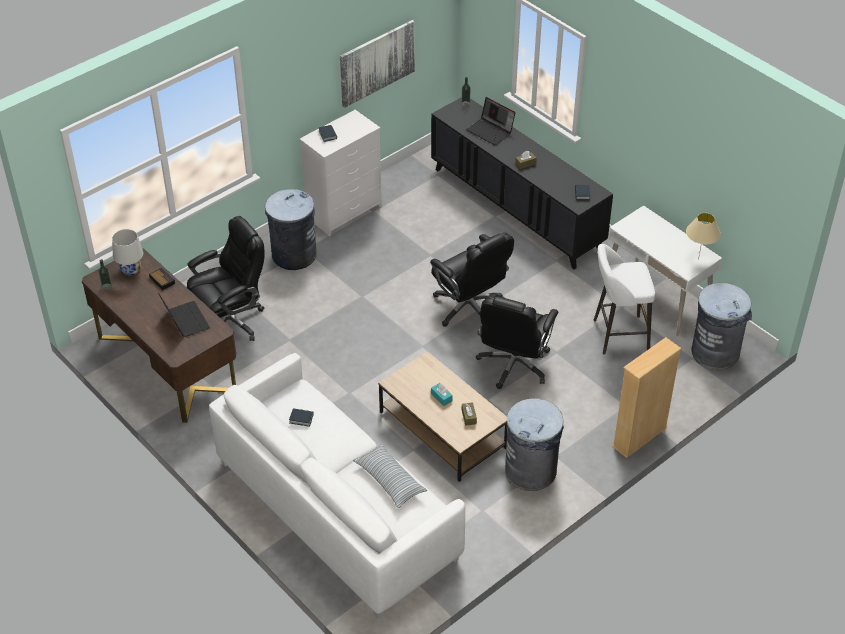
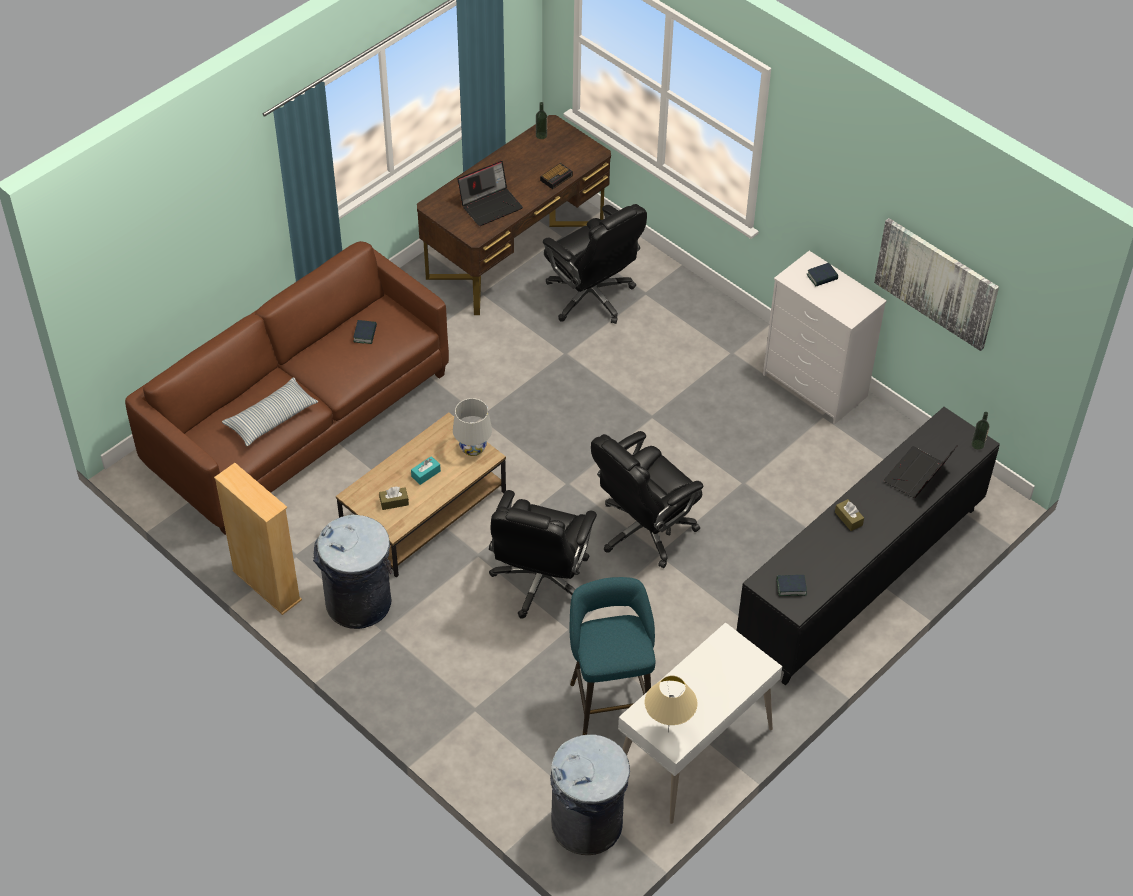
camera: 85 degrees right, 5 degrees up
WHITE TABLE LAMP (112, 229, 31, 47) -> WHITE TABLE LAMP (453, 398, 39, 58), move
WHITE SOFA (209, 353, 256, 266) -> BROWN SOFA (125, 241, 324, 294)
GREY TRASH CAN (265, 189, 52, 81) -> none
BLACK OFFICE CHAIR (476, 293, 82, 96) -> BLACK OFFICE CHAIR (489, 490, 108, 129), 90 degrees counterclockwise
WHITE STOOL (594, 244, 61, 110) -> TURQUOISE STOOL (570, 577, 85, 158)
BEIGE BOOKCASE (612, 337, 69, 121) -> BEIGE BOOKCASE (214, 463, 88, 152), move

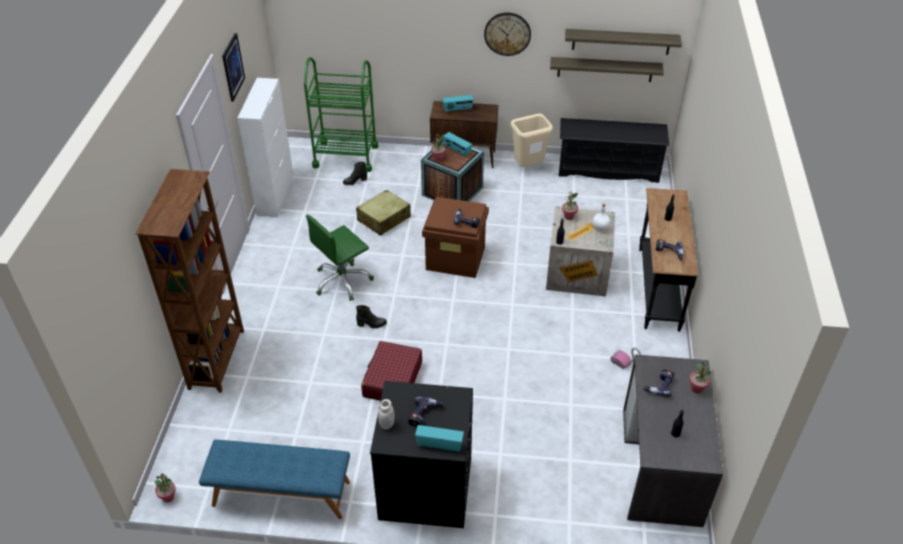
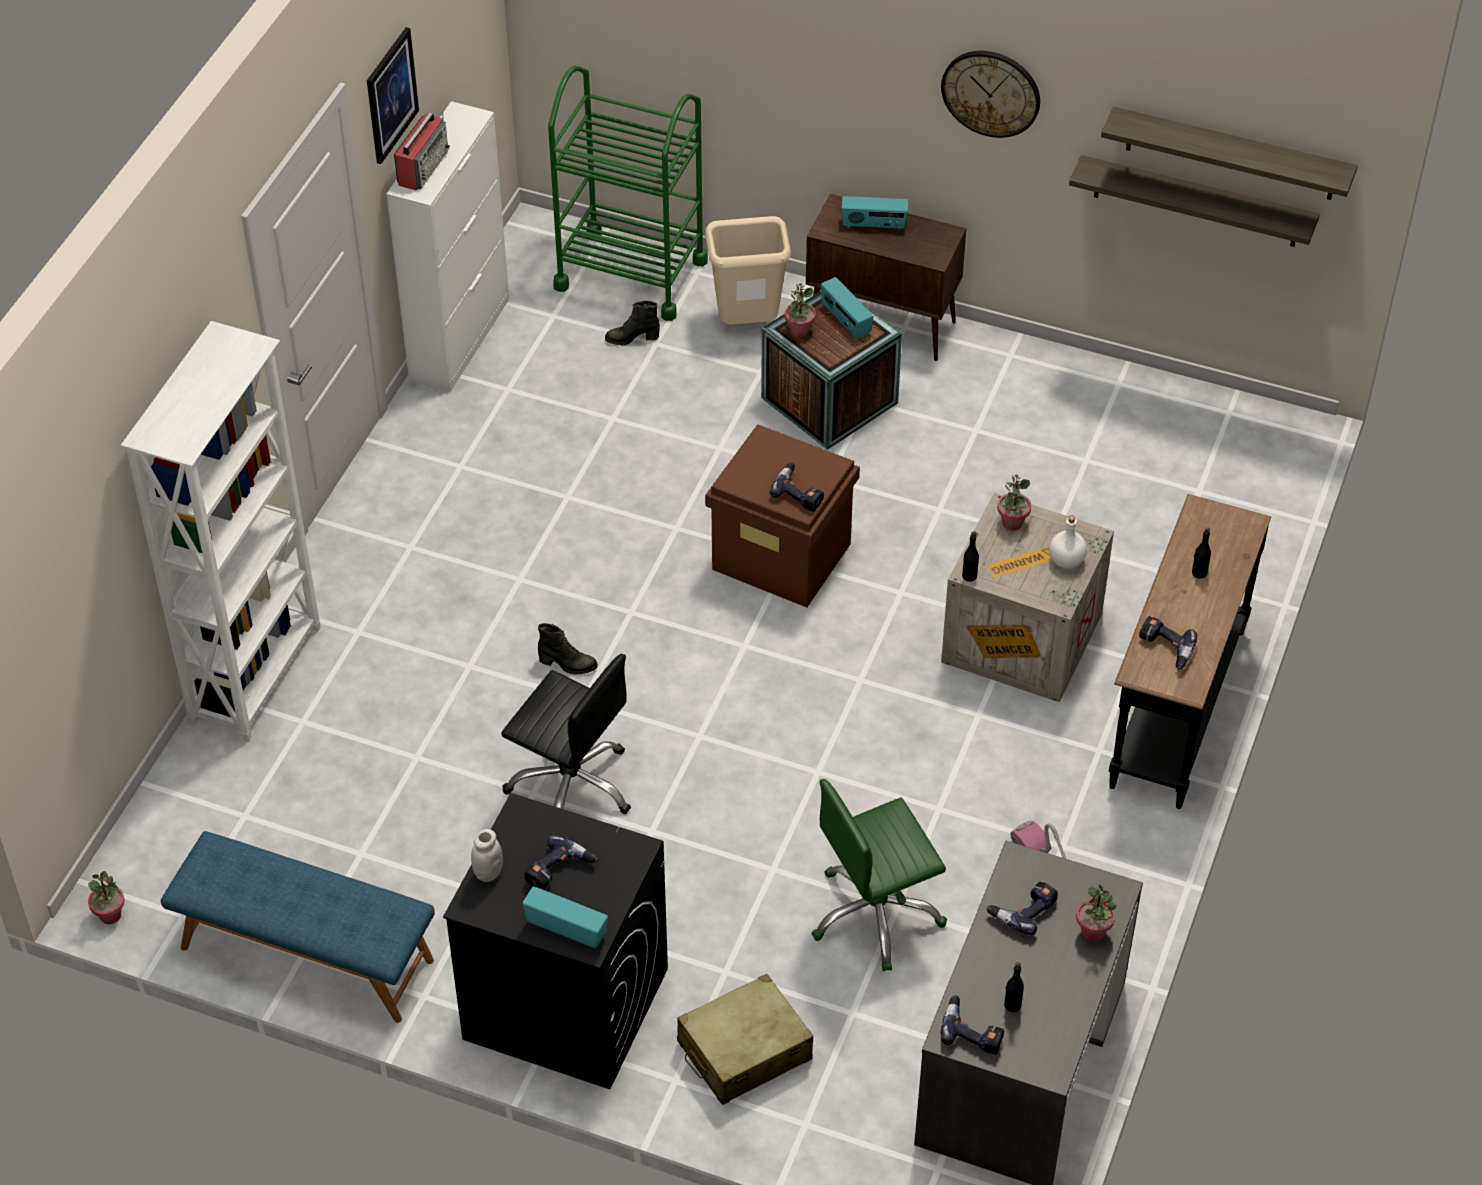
camera: 15 degrees right, 5 degrees up
BROWN BOOKCASE (135, 169, 109, 224) -> WHITE BOOKCASE (121, 321, 200, 421)
GREEN OFFICE CHAIR (306, 215, 68, 86) -> GREEN OFFICE CHAIR (811, 779, 136, 192), move
BEIGE SUITCASE (356, 190, 55, 45) -> BEIGE SUITCASE (677, 974, 136, 131), move
RED SUITCASE (361, 341, 61, 60) -> BLACK OFFICE CHAIR (501, 654, 130, 160)
BEIGE TRASH CAN (511, 114, 42, 53) -> BEIGE TRASH CAN (705, 216, 86, 109), move
BLACK SHOE RACK (559, 118, 111, 65) -> none
none -> RADIO (394, 112, 56, 79)
none -> POWER DRILL (941, 995, 63, 60)

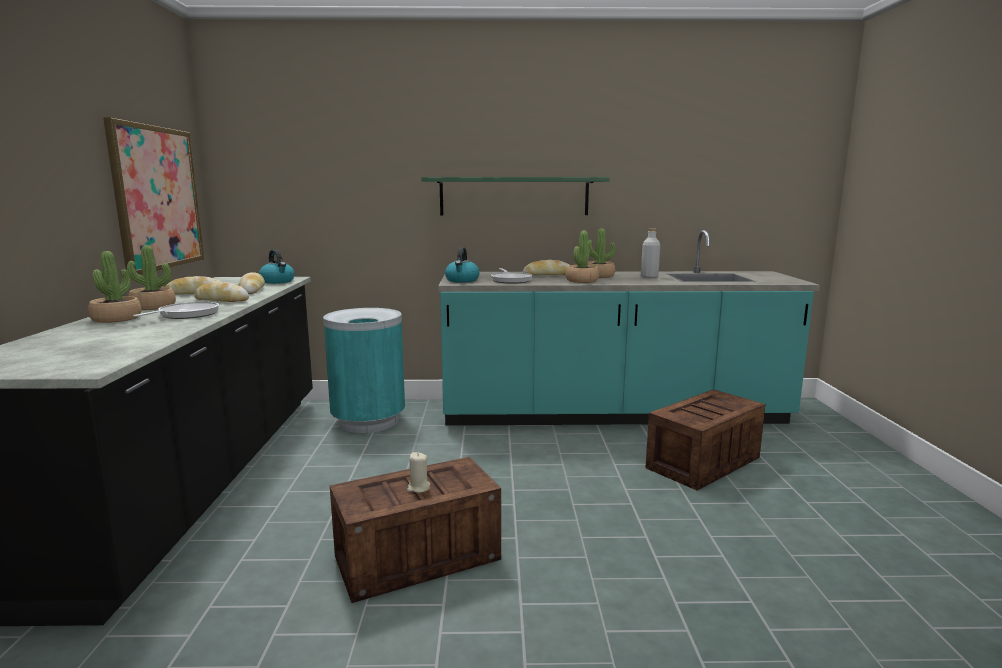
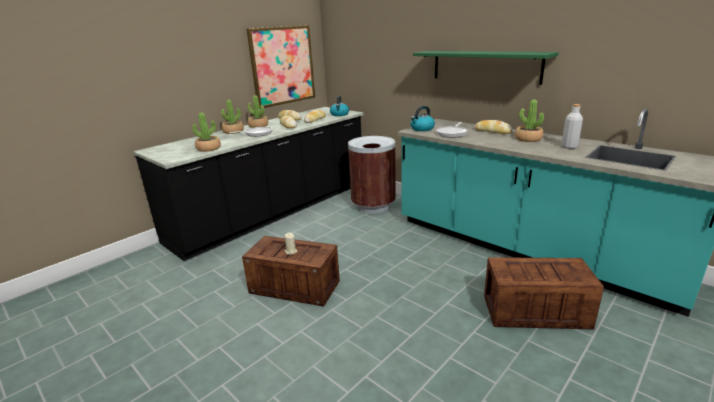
camera: 45 degrees right, 10 degrees up
TURQUOISE TRASH CAN (323, 308, 82, 125) -> BROWN TRASH CAN (348, 136, 48, 78)
POTTED PLANT (566, 231, 33, 52) -> POTTED PLANT (192, 113, 29, 39), move

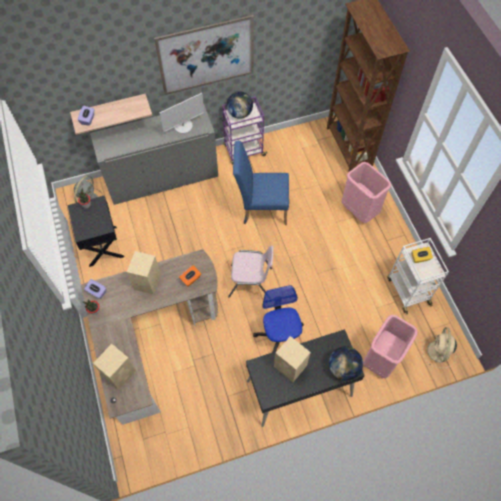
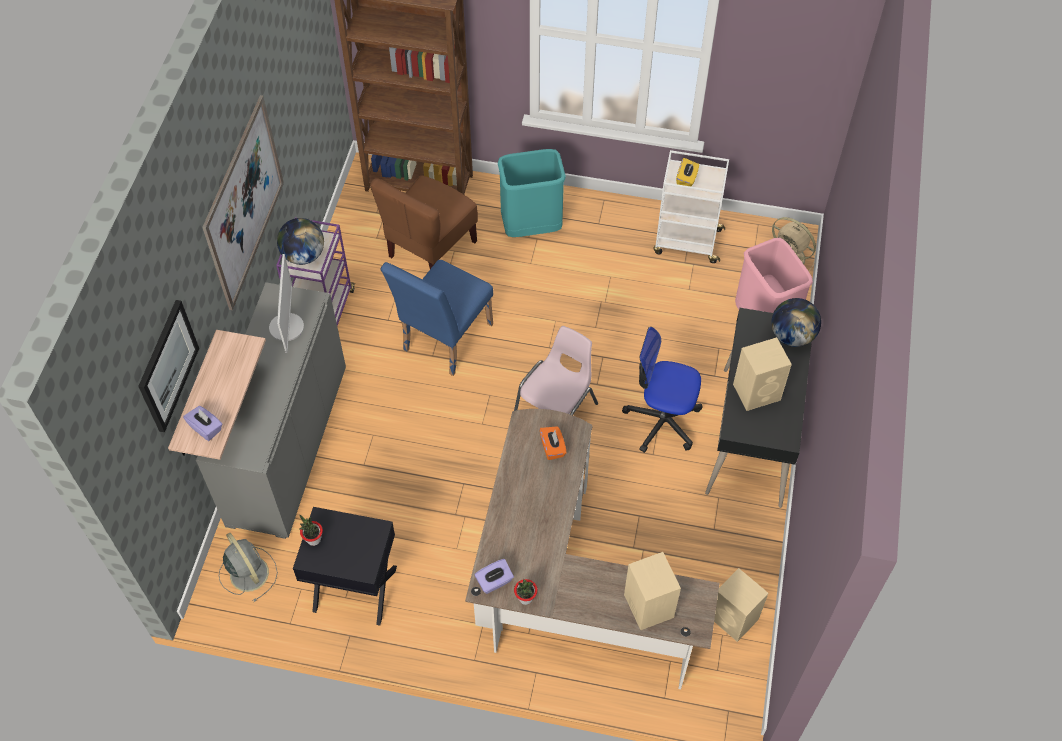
camera: 60 degrees left, 5 degrees down
BEIGE SPEAKER (127, 251, 34, 44) -> BEIGE SPEAKER (714, 568, 54, 74), move
PINK TRASH CAN (341, 162, 50, 61) -> TURQUOISE TRASH CAN (498, 149, 68, 88)
none -> PICTURE (138, 300, 61, 132)
none -> BROWN CHAIR (370, 175, 108, 94)

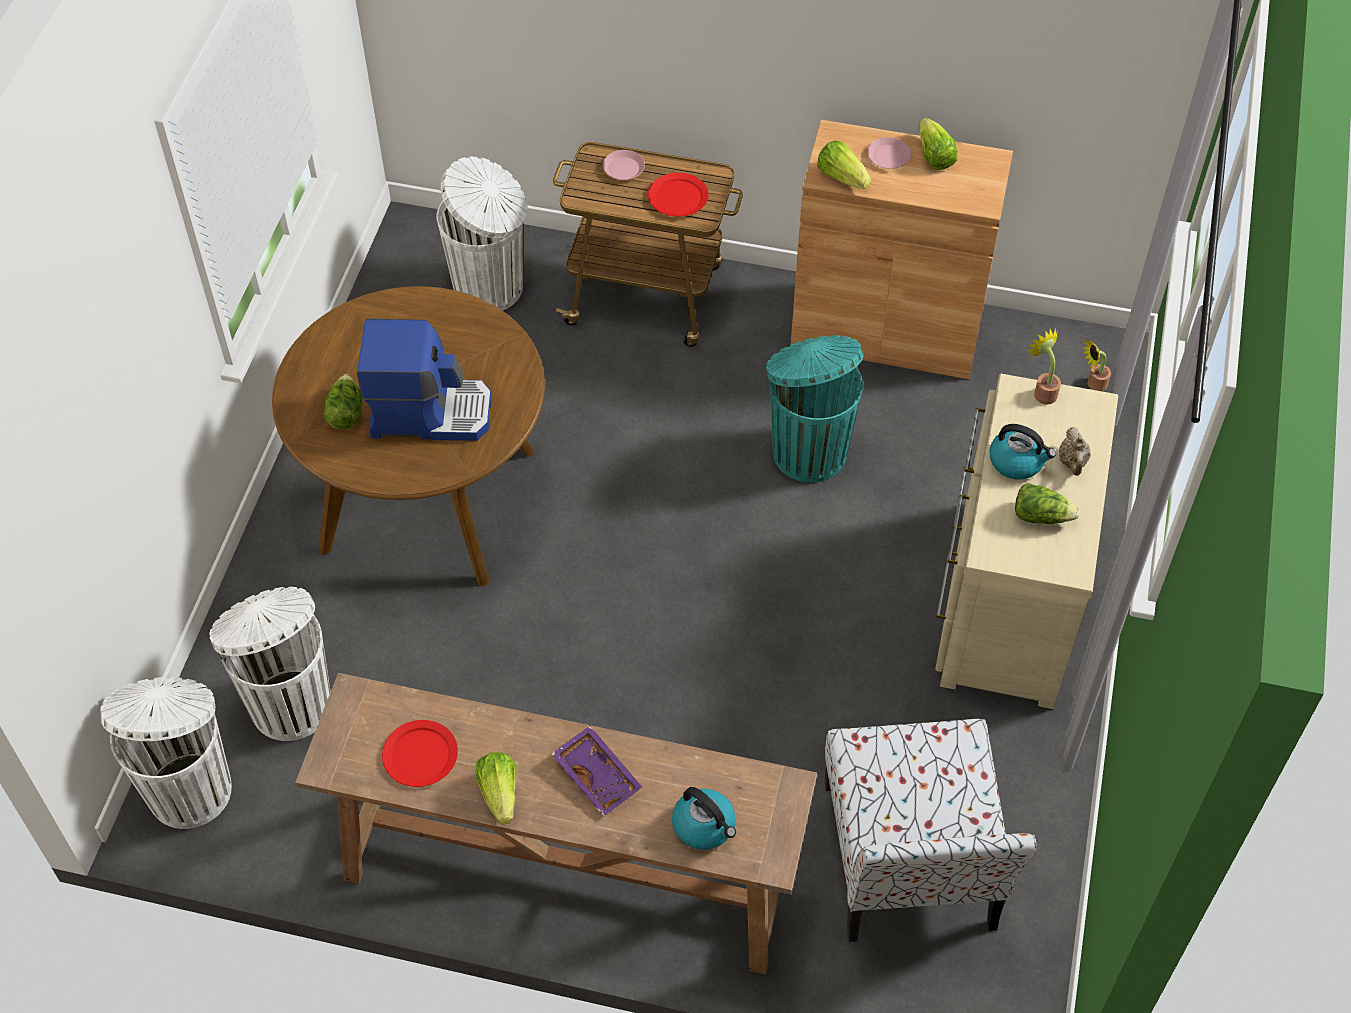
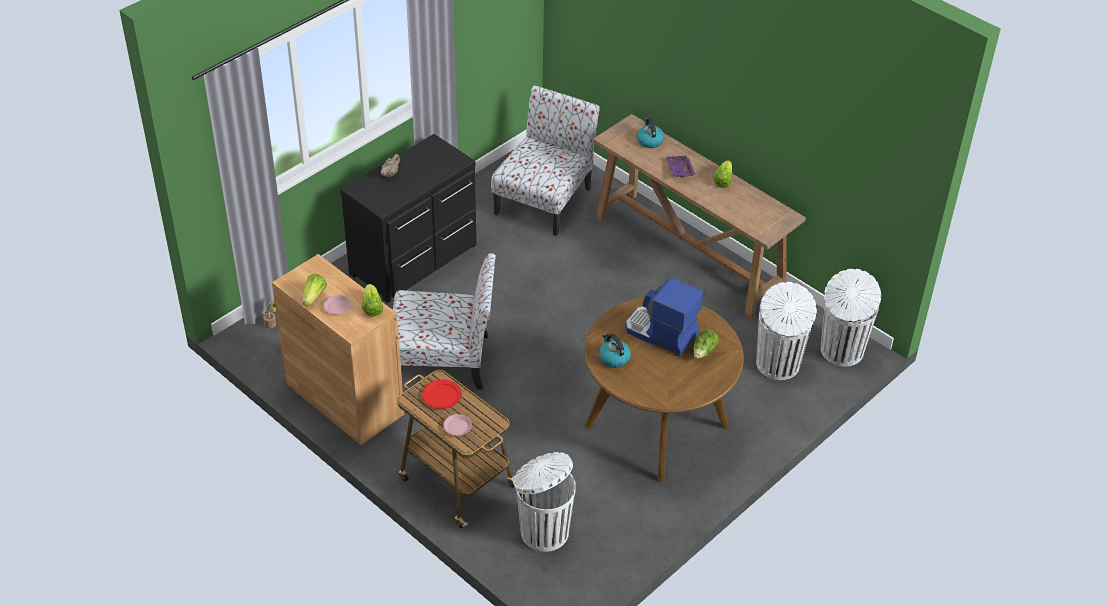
camera: 150 degrees left, 10 degrees down
RED PLATE (382, 720, 76, 67) -> none
TURQUOISE TRASH CAN (766, 335, 97, 148) -> CHAIR (393, 253, 103, 137)
BEIGE DRESSER (935, 374, 183, 335) -> BLACK DRESSER (340, 134, 137, 169)
KETTLE (990, 424, 66, 56) -> KETTLE (599, 333, 32, 35), move
LETTUCE (1015, 483, 65, 41) -> none
POTTED PLANT (1027, 327, 34, 77) -> none

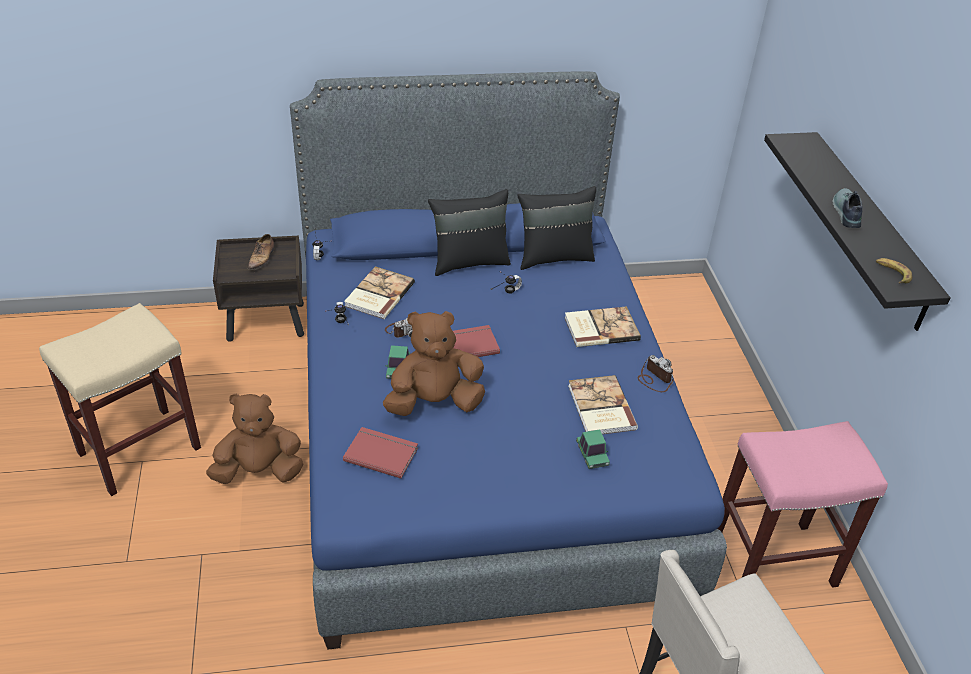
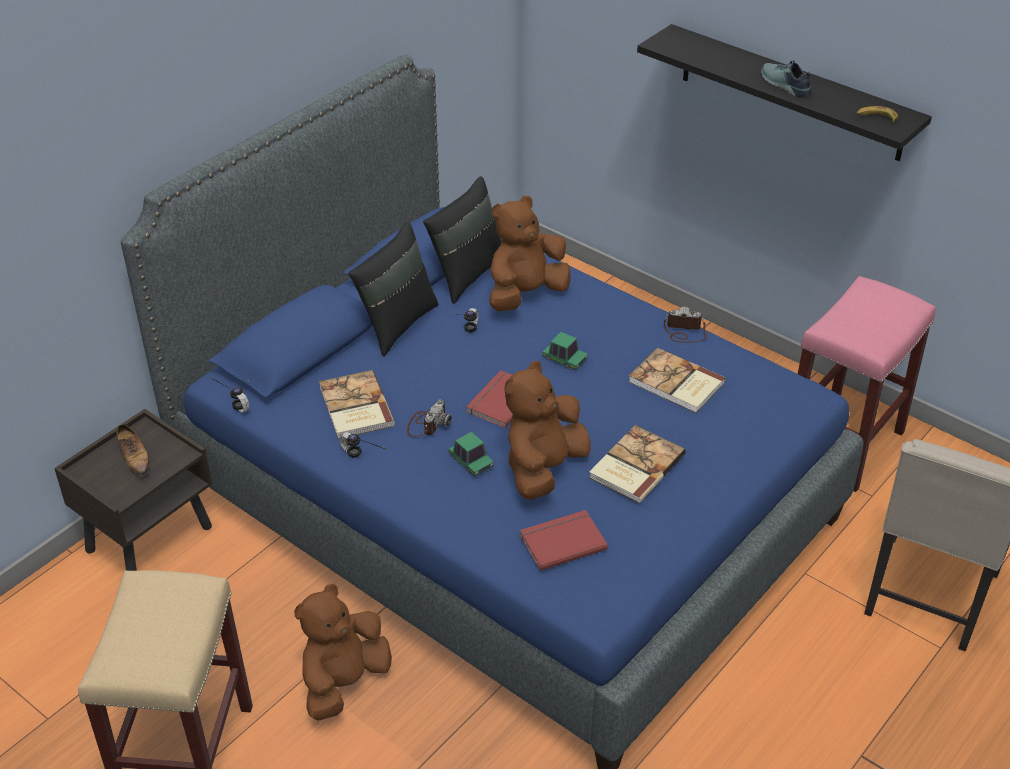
camera: 40 degrees left, 0 degrees up
BOOK (564, 306, 77, 41) -> BOOK (589, 425, 97, 78), move
TOY CAR (576, 430, 34, 39) -> TOY CAR (542, 332, 46, 38), move
none -> BROWN PLUSH TOY (489, 196, 82, 115)

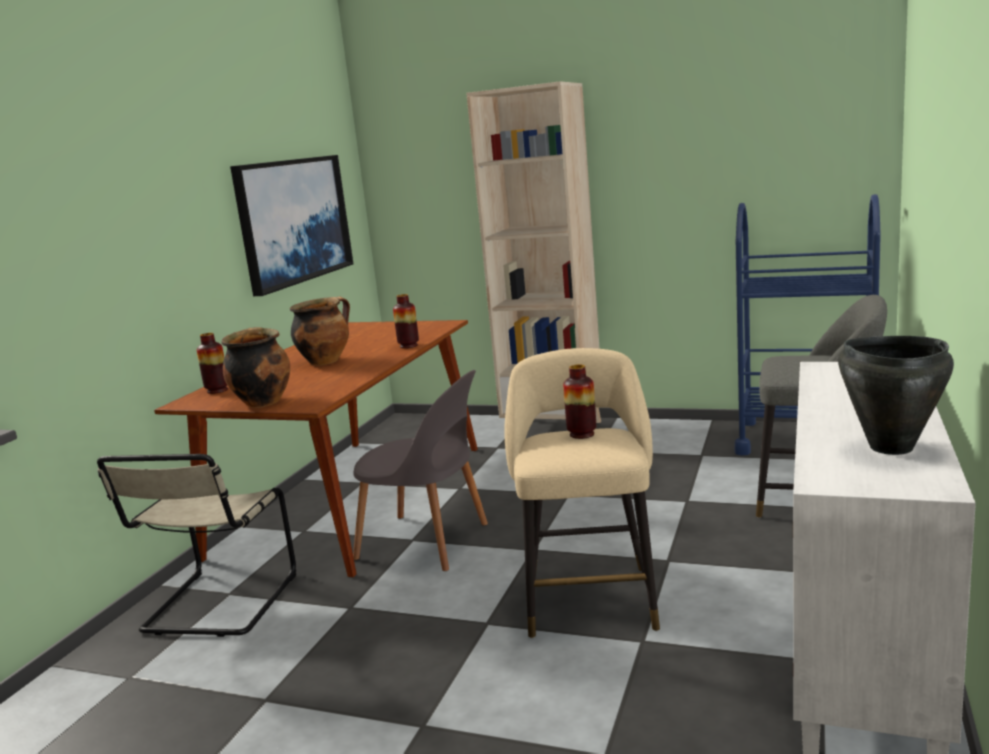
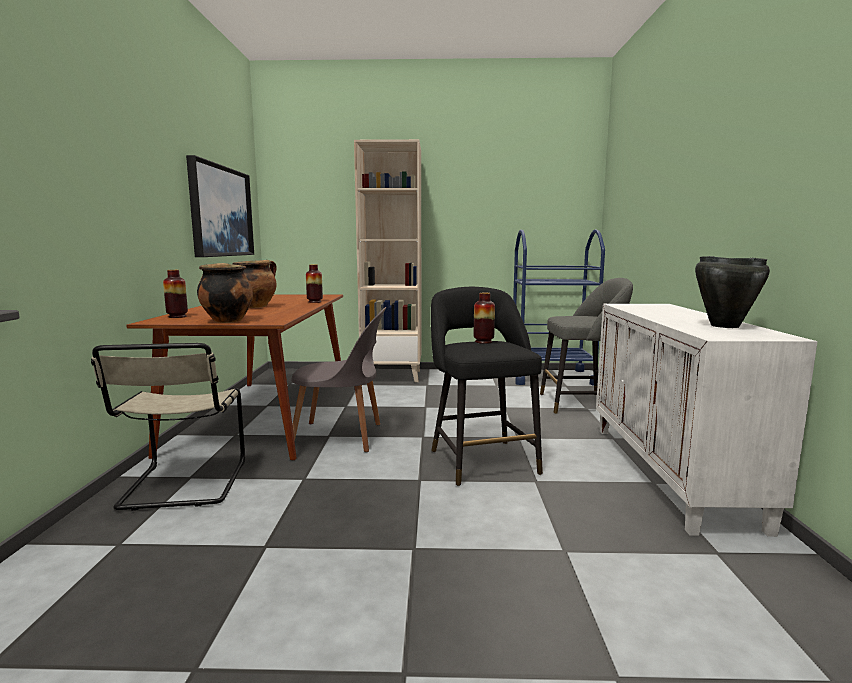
camera: 20 degrees left, 5 degrees down
BEIGE STOOL (504, 348, 156, 290) -> BLACK STOOL (431, 287, 112, 199)

